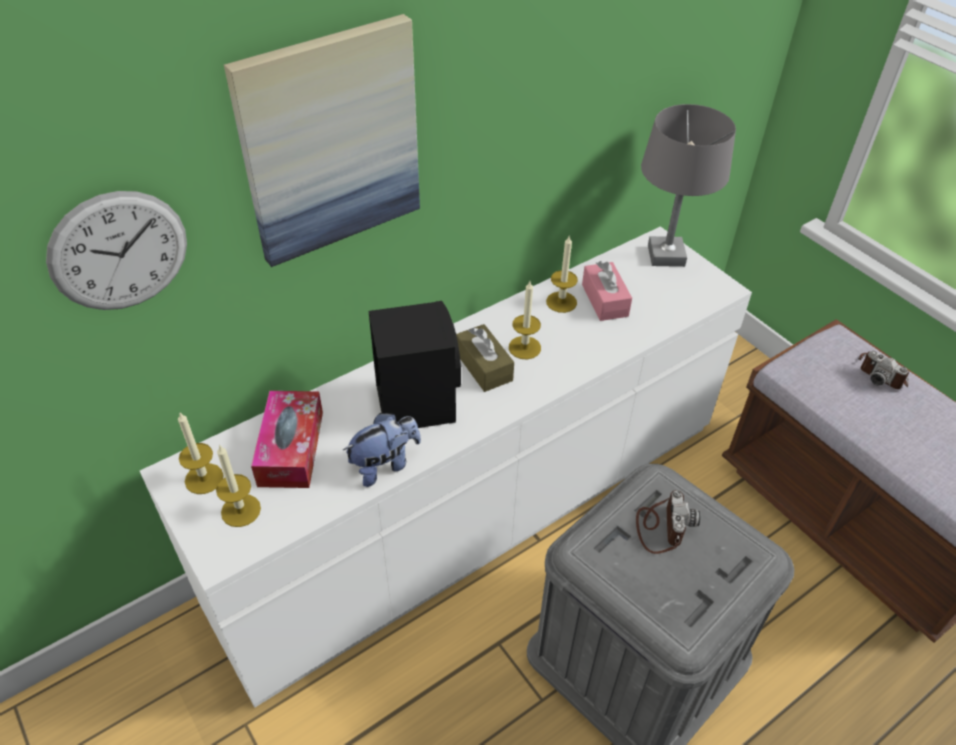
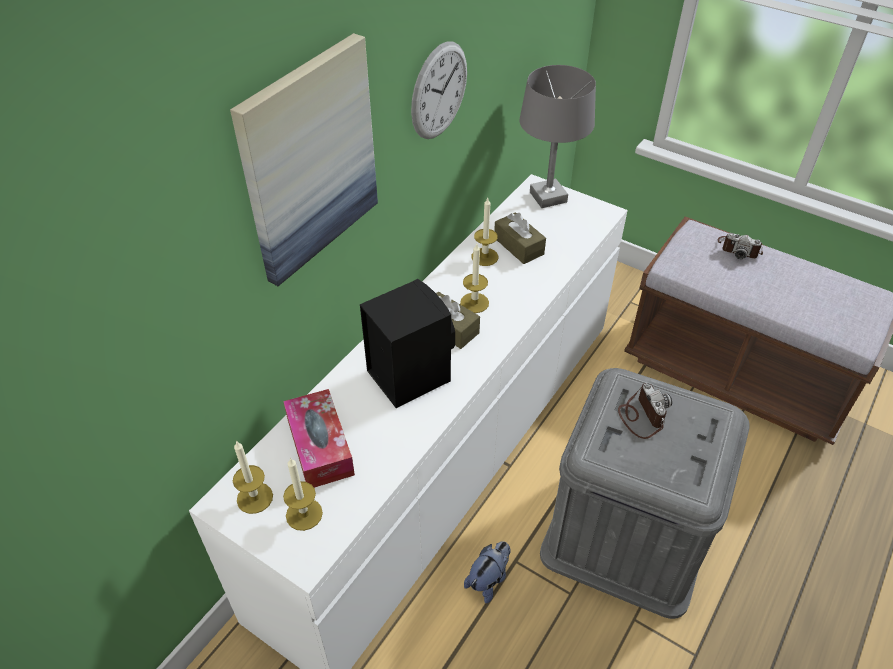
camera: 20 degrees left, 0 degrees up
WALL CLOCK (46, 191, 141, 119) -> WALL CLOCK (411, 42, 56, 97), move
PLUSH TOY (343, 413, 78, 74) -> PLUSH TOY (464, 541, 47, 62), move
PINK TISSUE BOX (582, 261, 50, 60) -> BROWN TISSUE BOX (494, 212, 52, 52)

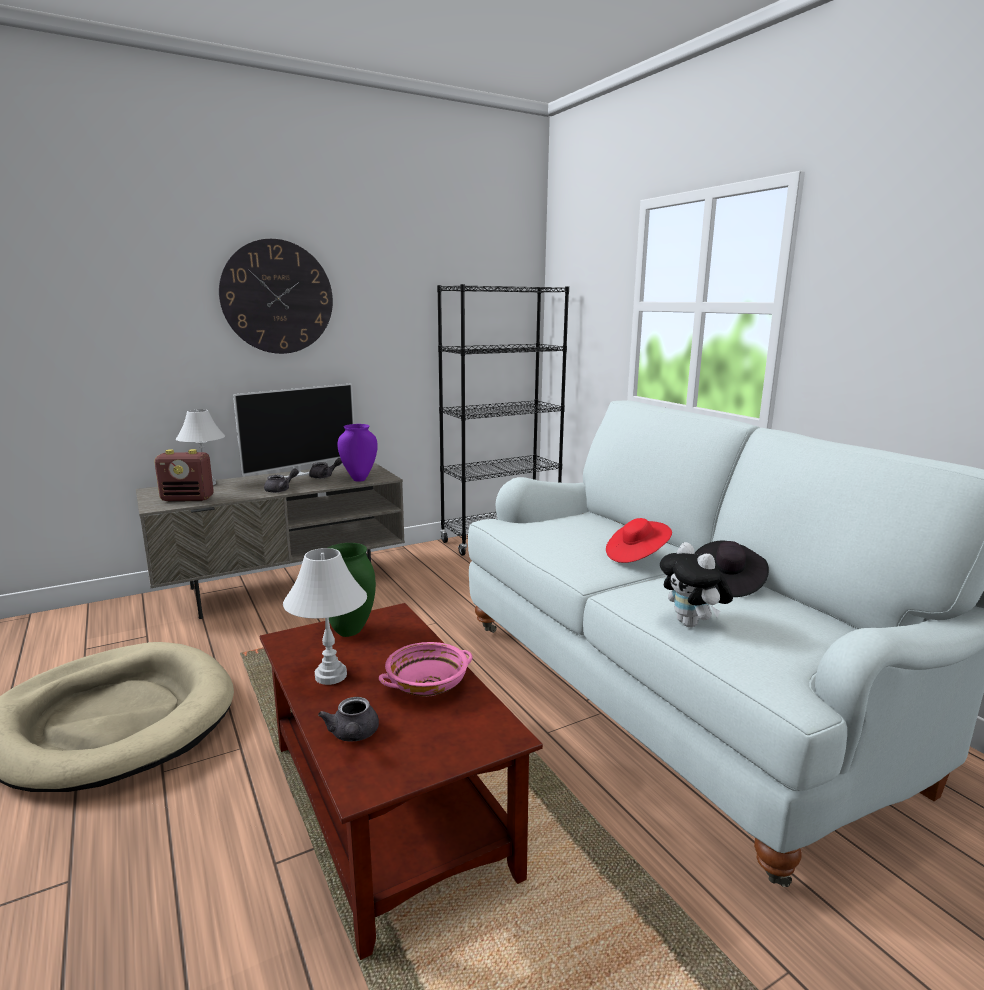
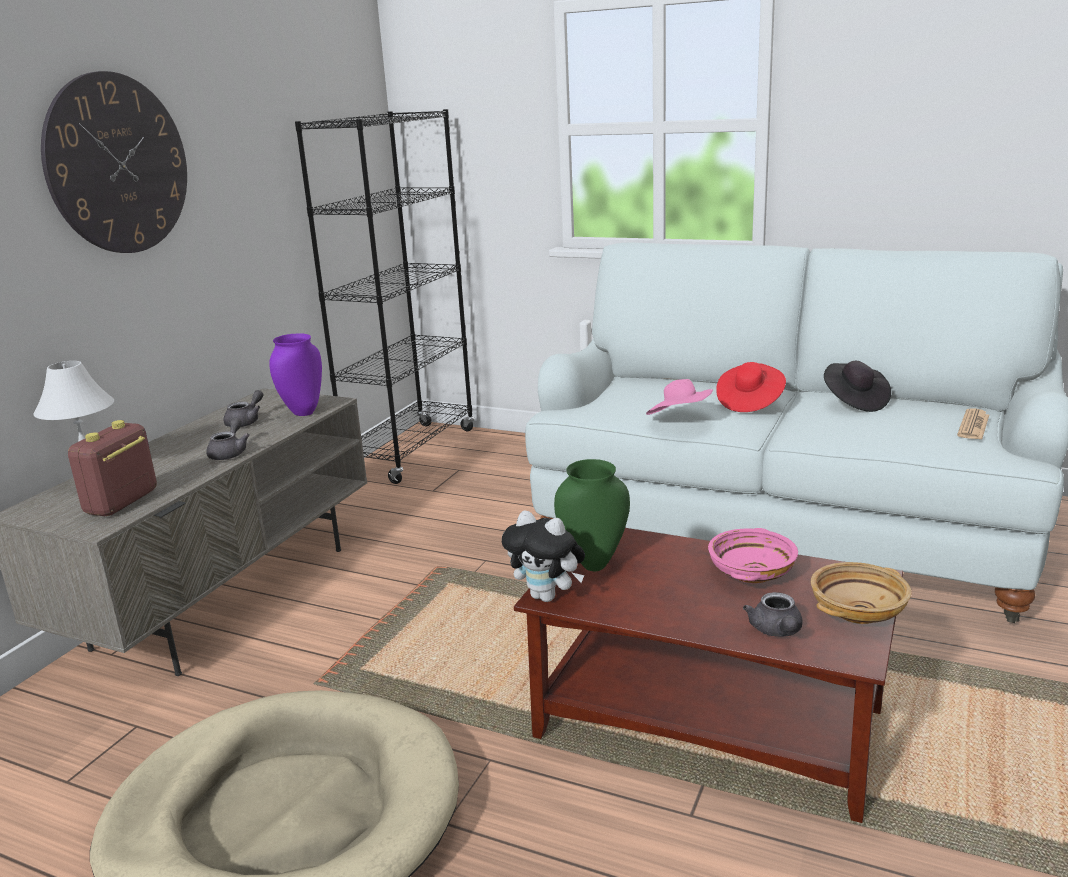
camera: 35 degrees left, 5 degrees up
RADIO (154, 449, 60, 53) -> RADIO (68, 420, 89, 96), 150 degrees clockwise
TELEVISION (233, 383, 121, 95) -> none
WHITE TABLE LAMP (283, 548, 84, 137) -> none
GREY TEAPOT (318, 697, 61, 45) -> GREY TEAPOT (743, 592, 60, 45), 45 degrees clockwise
PLUSH TOY (660, 542, 73, 85) -> PLUSH TOY (502, 510, 83, 92), move
none -> PINK HAT (646, 379, 67, 36)
none -> BEIGE BOWL (811, 562, 101, 62)
none -> NEWSPAPER (957, 409, 32, 31)

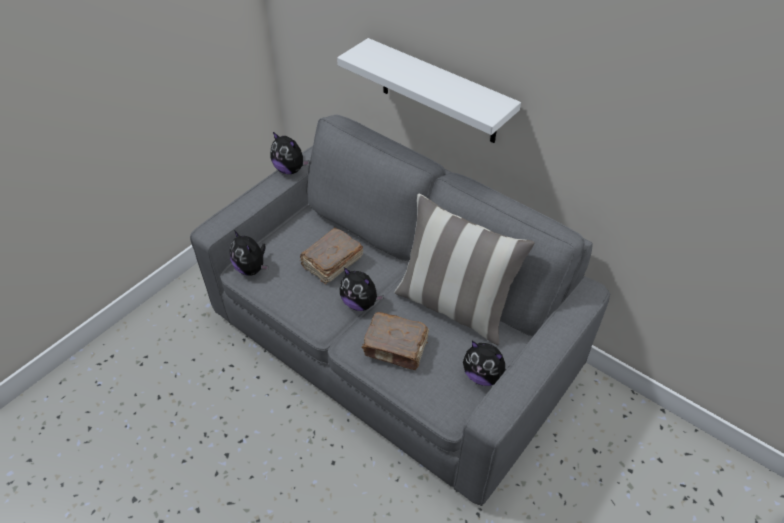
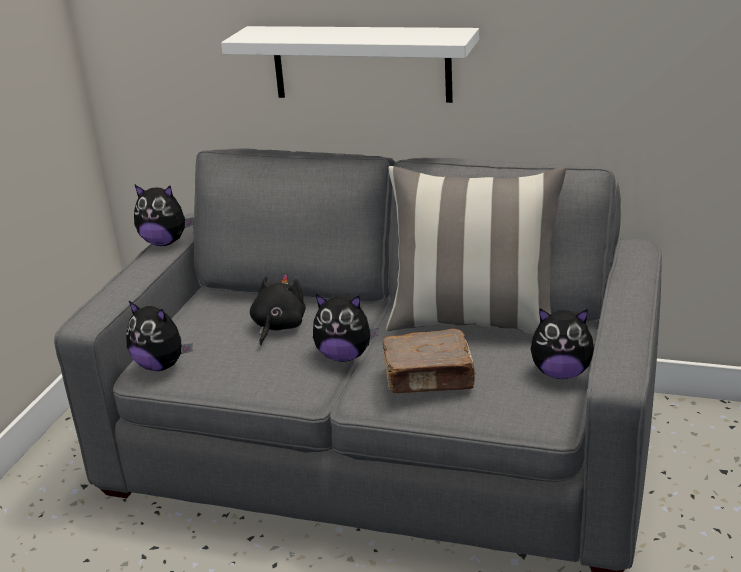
camera: 20 degrees left, 20 degrees down
BROWN BOOK (300, 228, 63, 56) -> BLACK PLUSH TOY (250, 275, 56, 71)

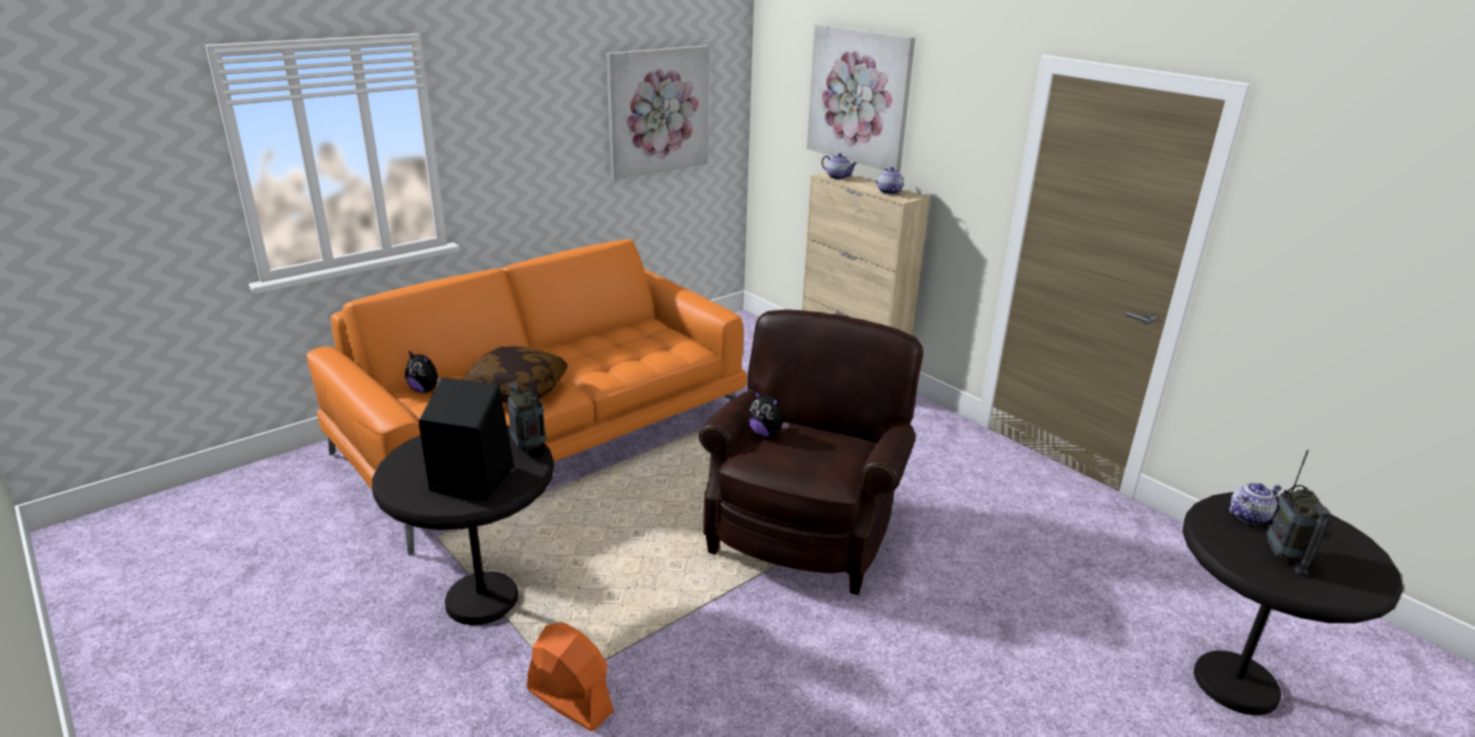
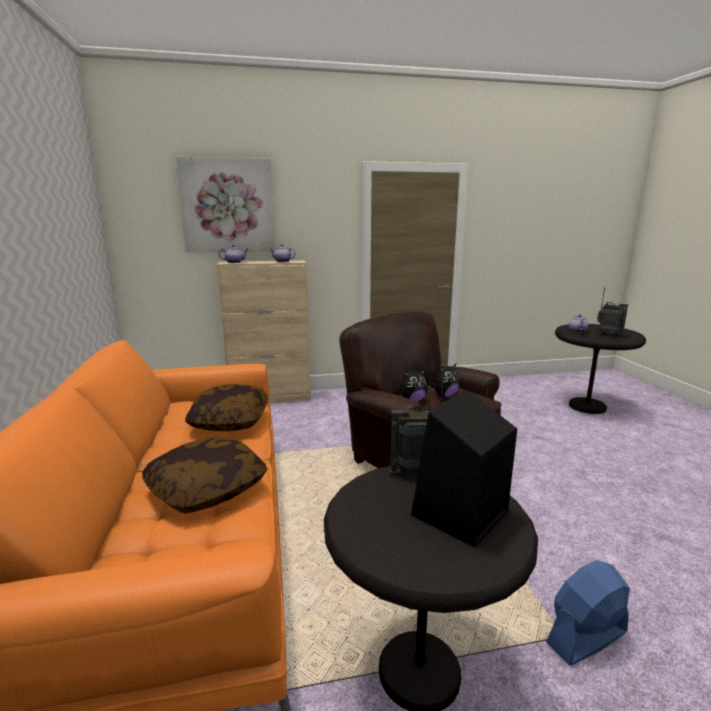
camera: 60 degrees left, 10 degrees down
PLUSH TOY (405, 350, 36, 43) -> PLUSH TOY (430, 364, 30, 34), move
ORANGE FAN (527, 623, 87, 108) -> BLUE FAN (546, 560, 84, 105)
PICTURE (606, 45, 104, 135) -> none
none -> PILLOW (185, 384, 83, 48)

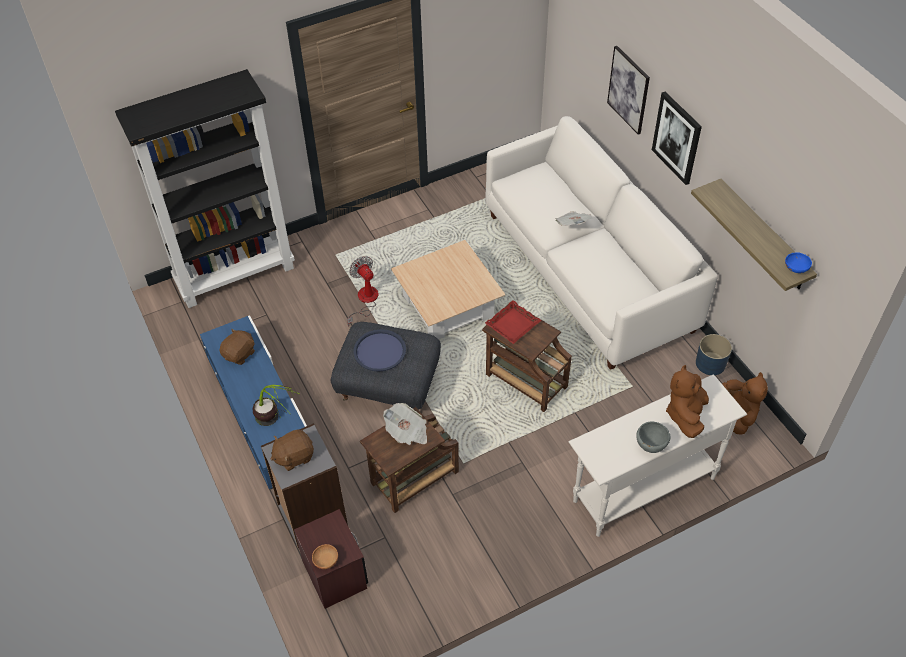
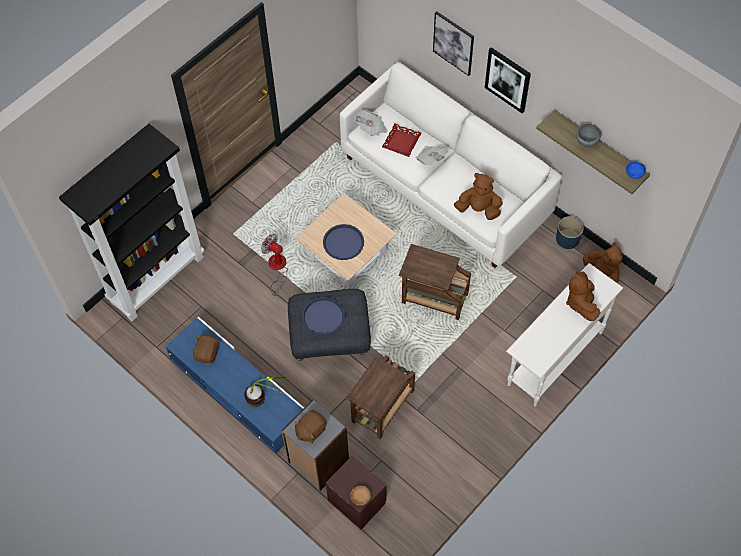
camera: 20 degrees left, 10 degrees up
NEWSPAPER (383, 403, 44, 42) -> NEWSPAPER (355, 110, 33, 26), move
RED TRAY (485, 300, 57, 44) -> RED TRAY (382, 123, 39, 34), move
GREY BOWL (636, 422, 35, 31) -> GREY BOWL (576, 124, 25, 23), move
none -> BLUE TRAY (323, 224, 41, 36)
none -> BROWN PLUSH TOY (454, 173, 49, 47)

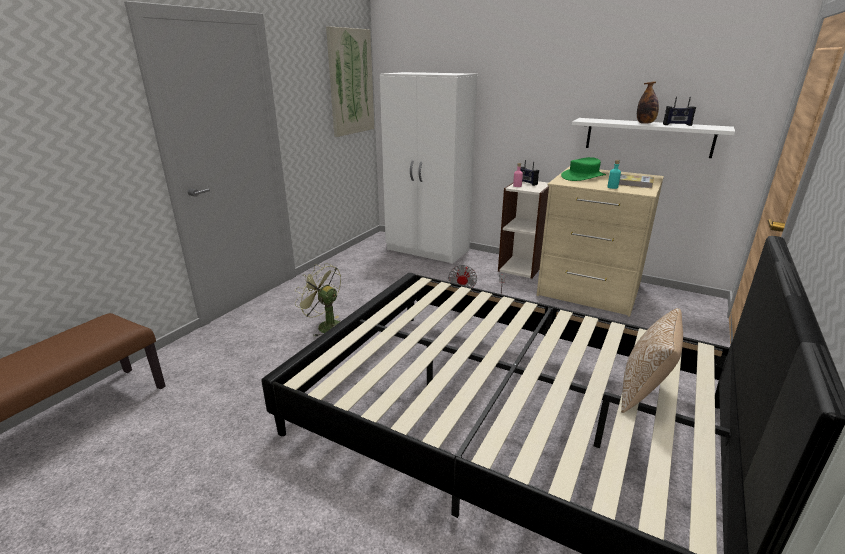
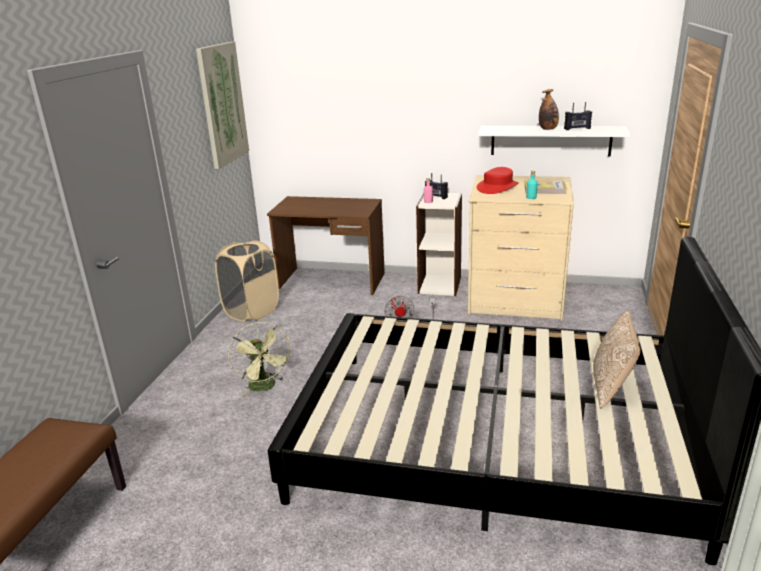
camera: 15 degrees left, 0 degrees up
GREEN FAN (295, 263, 46, 74) -> GREEN FAN (228, 322, 64, 75), 135 degrees counterclockwise
WHITE WARDROBE (380, 72, 97, 192) -> BROWN DESK (267, 196, 118, 99)
GREEN HAT (561, 157, 45, 24) -> RED HAT (477, 167, 42, 27)
none -> BEIGE LAUNDRY BASKET (215, 240, 64, 82)

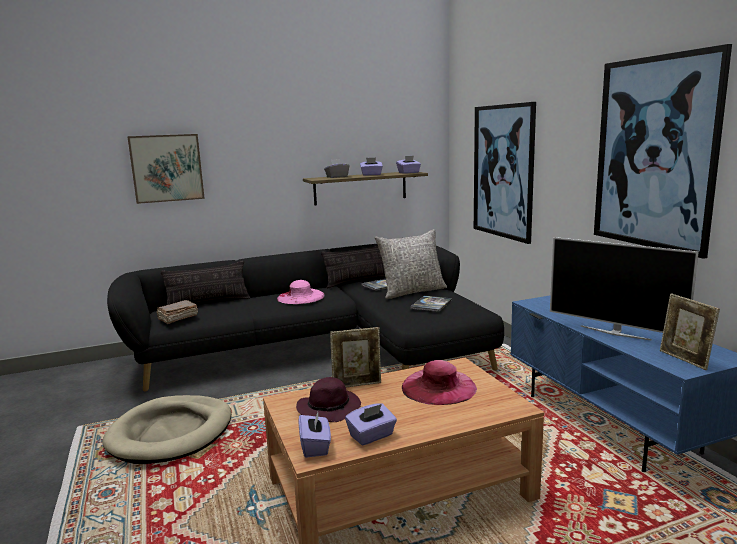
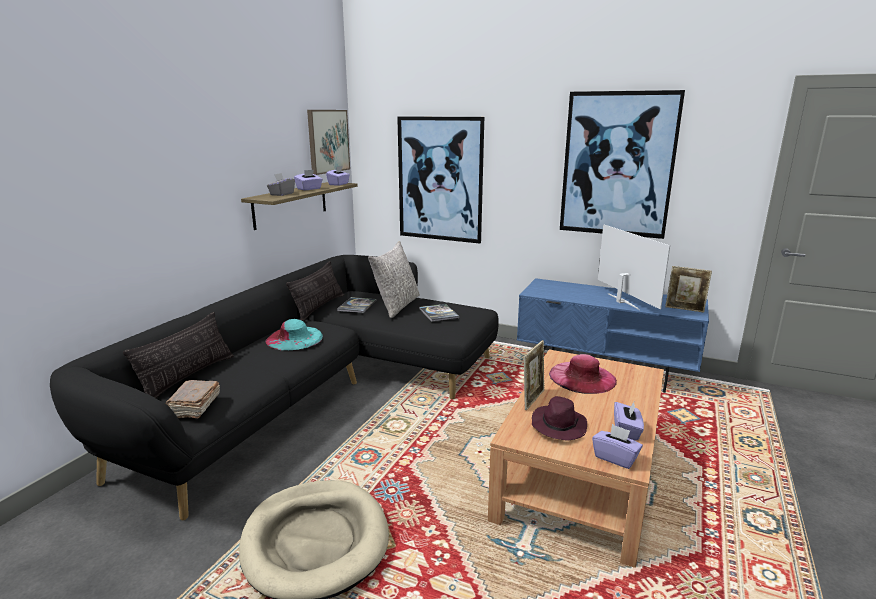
camera: 45 degrees left, 5 degrees up
PICTURE (127, 134, 78, 70) -> PICTURE (307, 110, 43, 65), move
PINK HAT (277, 280, 48, 24) -> TURQUOISE HAT (266, 319, 57, 31)
TELEVISION (550, 237, 149, 104) -> TELEVISION (598, 224, 72, 86), 105 degrees counterclockwise

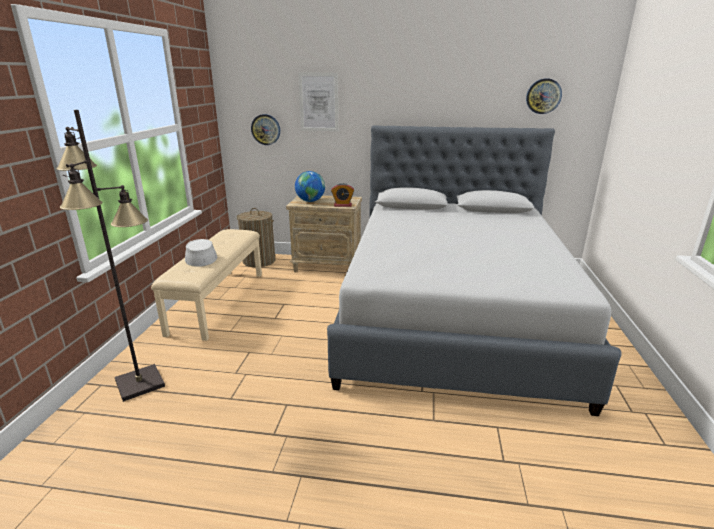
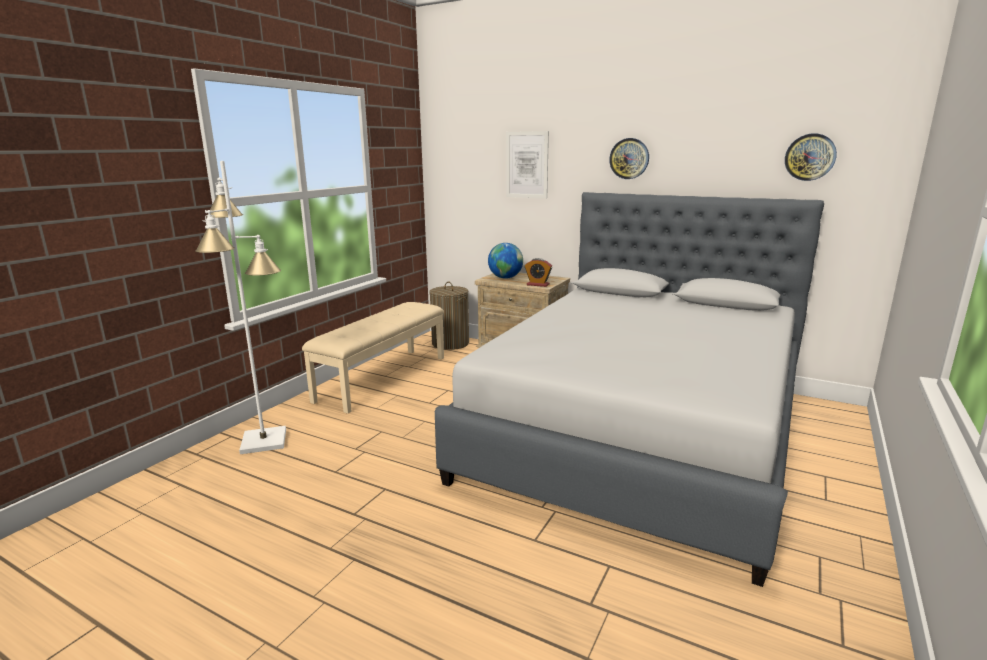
camera: 20 degrees right, 5 degrees down
BLACK FLOOR LAMP (57, 110, 108, 292) -> WHITE FLOOR LAMP (196, 161, 90, 293)
GREY HAT (185, 239, 32, 28) -> none
WALL CLOCK (251, 114, 29, 31) -> WALL CLOCK (609, 138, 40, 41), move

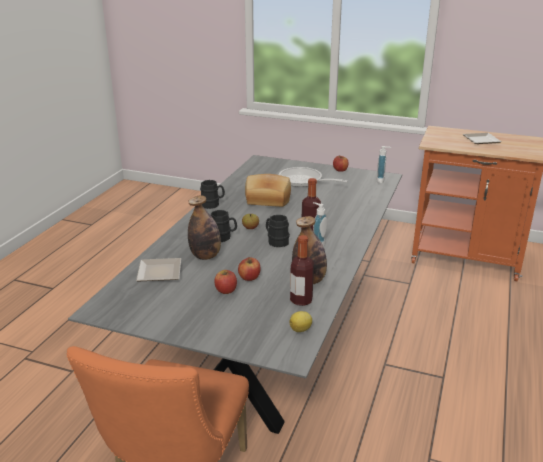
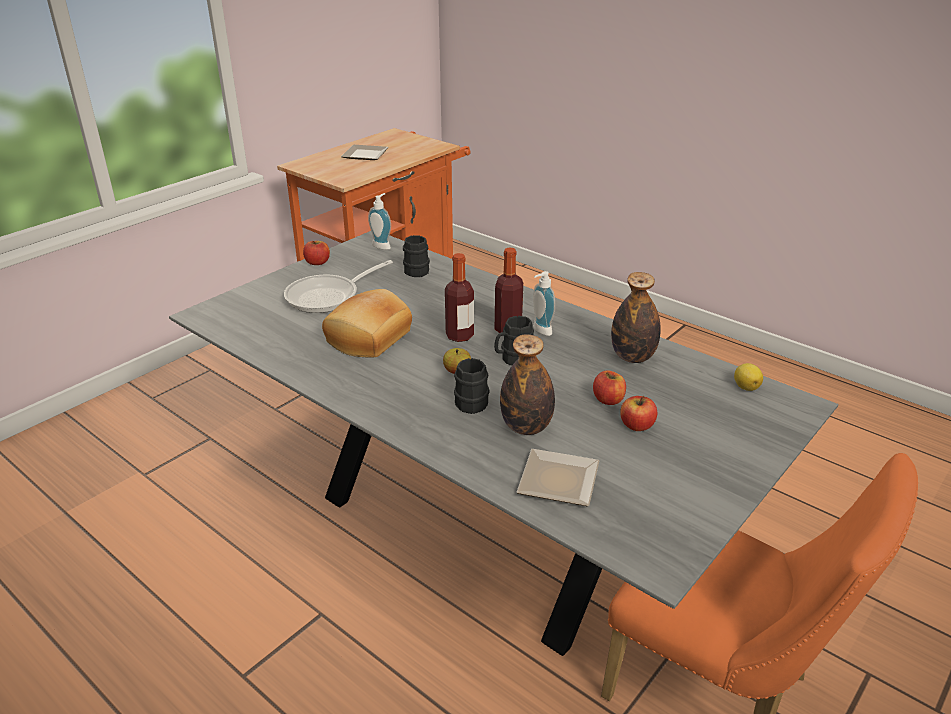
camera: 70 degrees left, 5 degrees up
BLACK MUG (200, 180, 25, 29) -> BLACK MUG (403, 235, 27, 42), move
BOTTLE (290, 235, 24, 71) -> BOTTLE (445, 253, 29, 89), move

